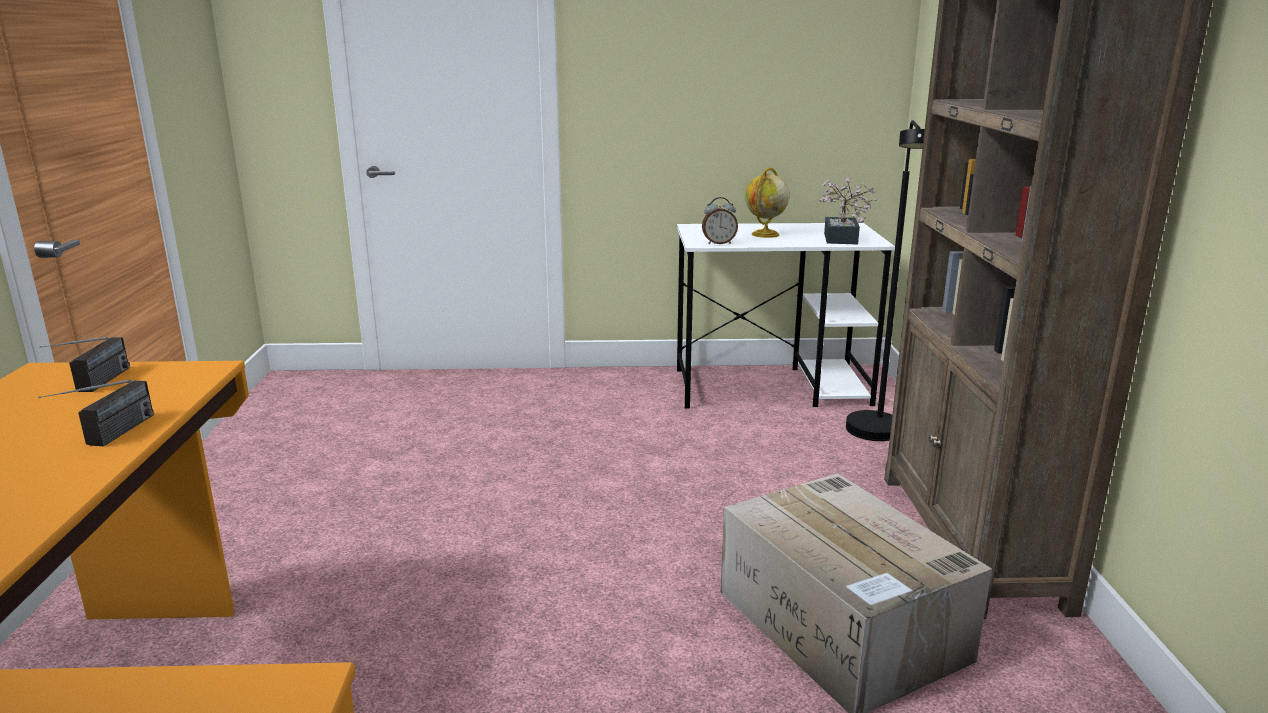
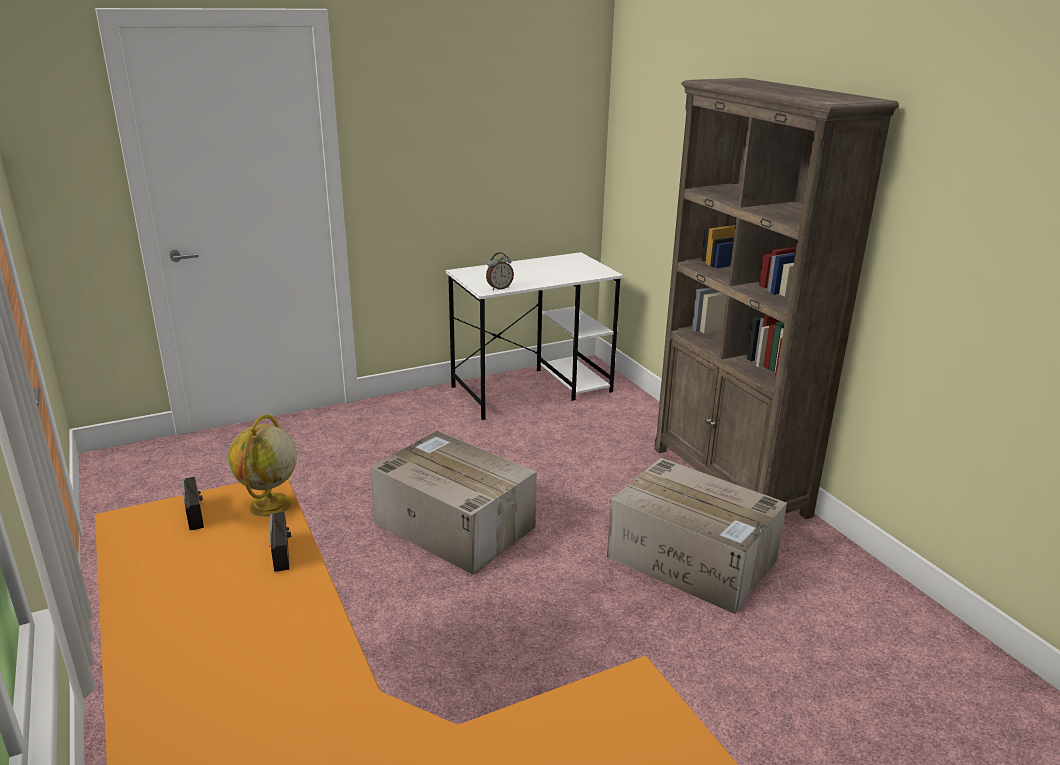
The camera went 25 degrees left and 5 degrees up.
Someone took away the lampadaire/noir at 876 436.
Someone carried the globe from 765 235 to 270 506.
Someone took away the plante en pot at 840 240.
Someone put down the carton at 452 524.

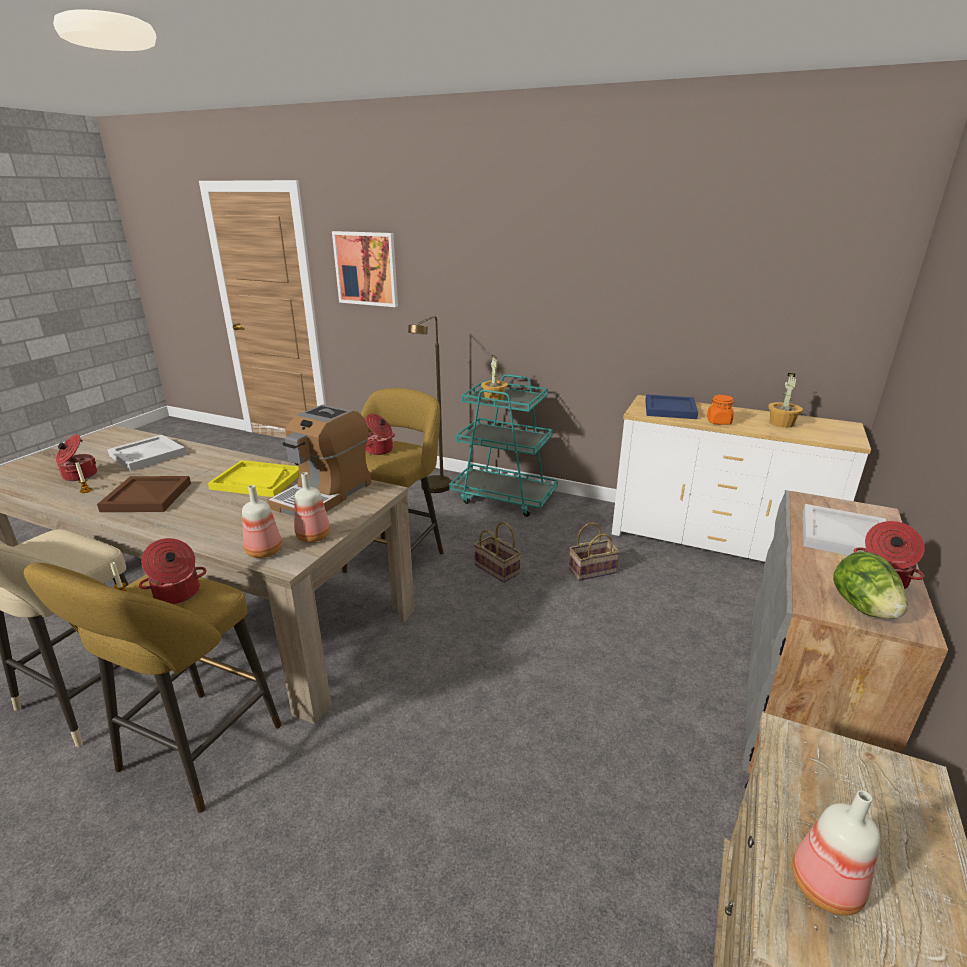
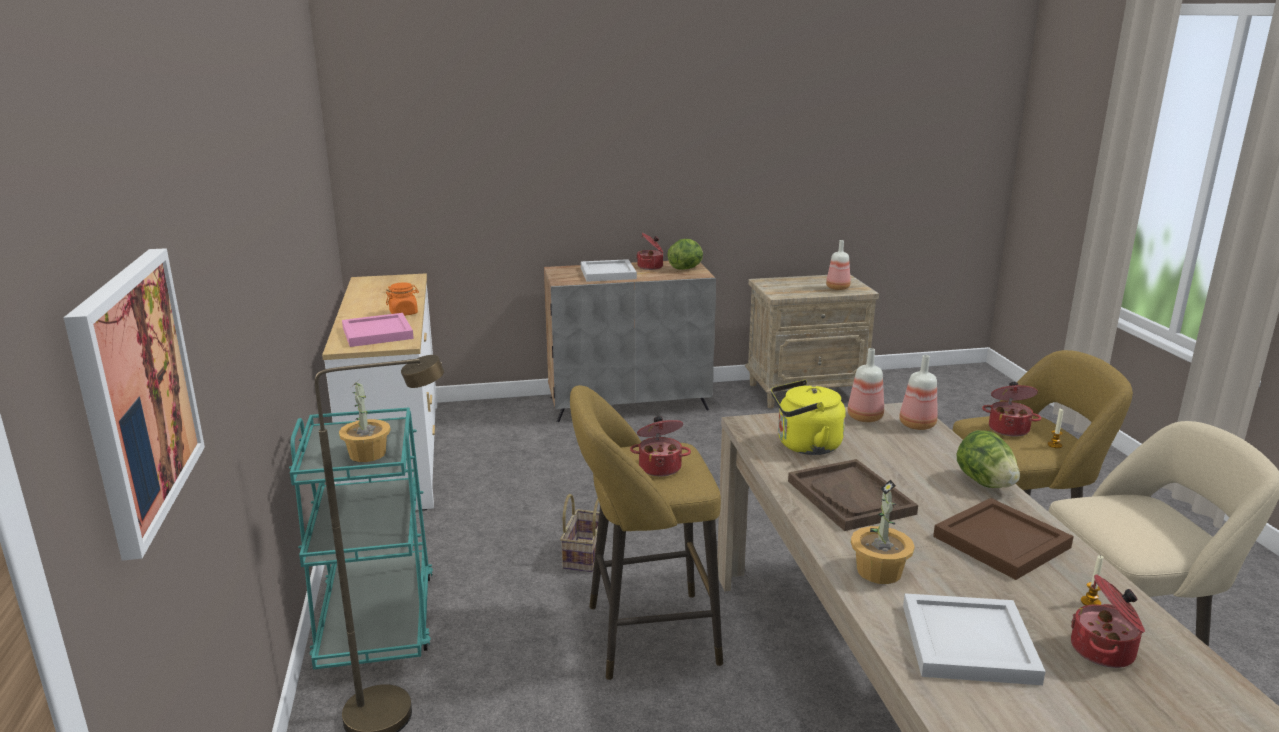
The camera went 125 degrees left and 5 degrees down.
Someone carried the plante en pot from 781 423 to 880 571.
Someone repainted the plateau/bleu at 671 409, which became the plateau/rose at 376 333.
Someone swapped the machine à café at 324 495 for the bouilloire/jaune at 805 446.
Someone repainted the plateau/jaune at 257 481, which became the plateau/marron at 850 497.
Someone took away the panier at 593 570.
Someone put down the laitue at 984 483.

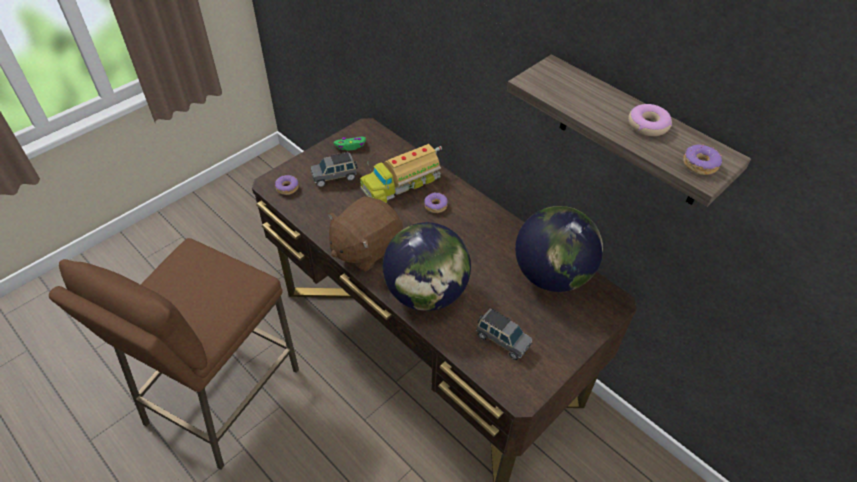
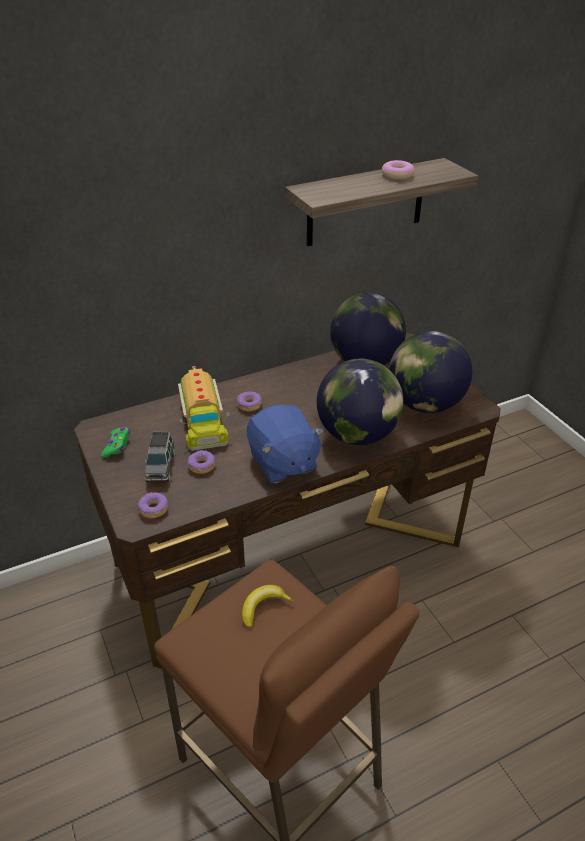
The camera went 70 degrees left and 10 degrees down.
Someone carried the beignet from 699 164 to 201 466.
Someone repainted the peluche/marron at 365 248, which became the peluche/bleu at 282 463.
Someone swapped the petite voiture/gris at 502 340 for the globe at 424 404.
Someone put down the banane at 263 607.

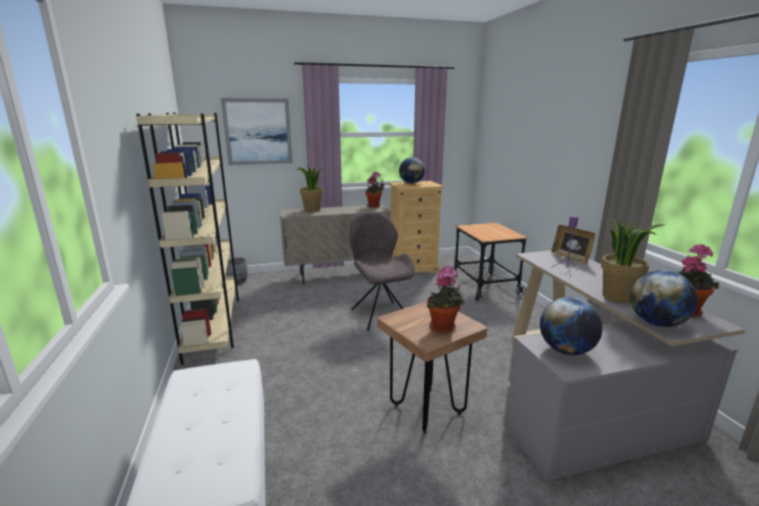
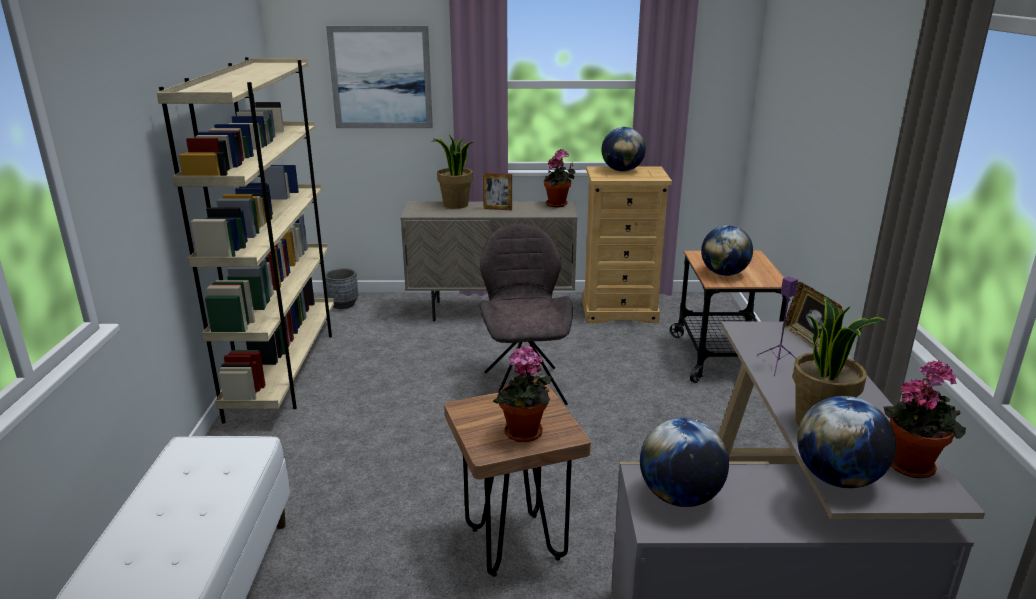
The camera went 15 degrees right and 5 degrees up.
Someone put down the cadre photo at 497 209.
Someone put down the globe at 724 273.

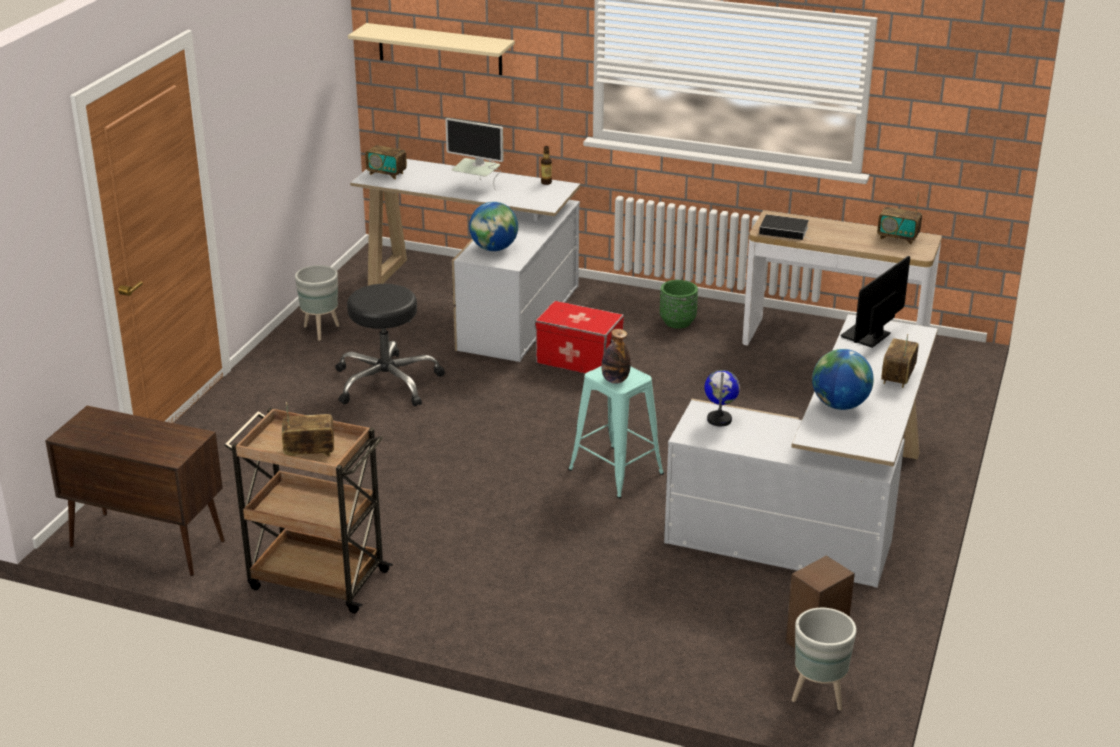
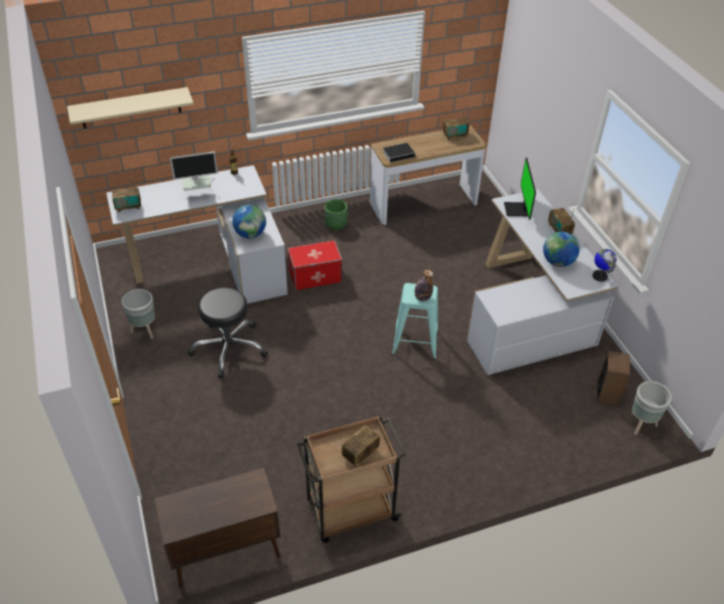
The camera went 40 degrees left and 15 degrees up.
Someone carried the globe from 719 419 to 599 276.

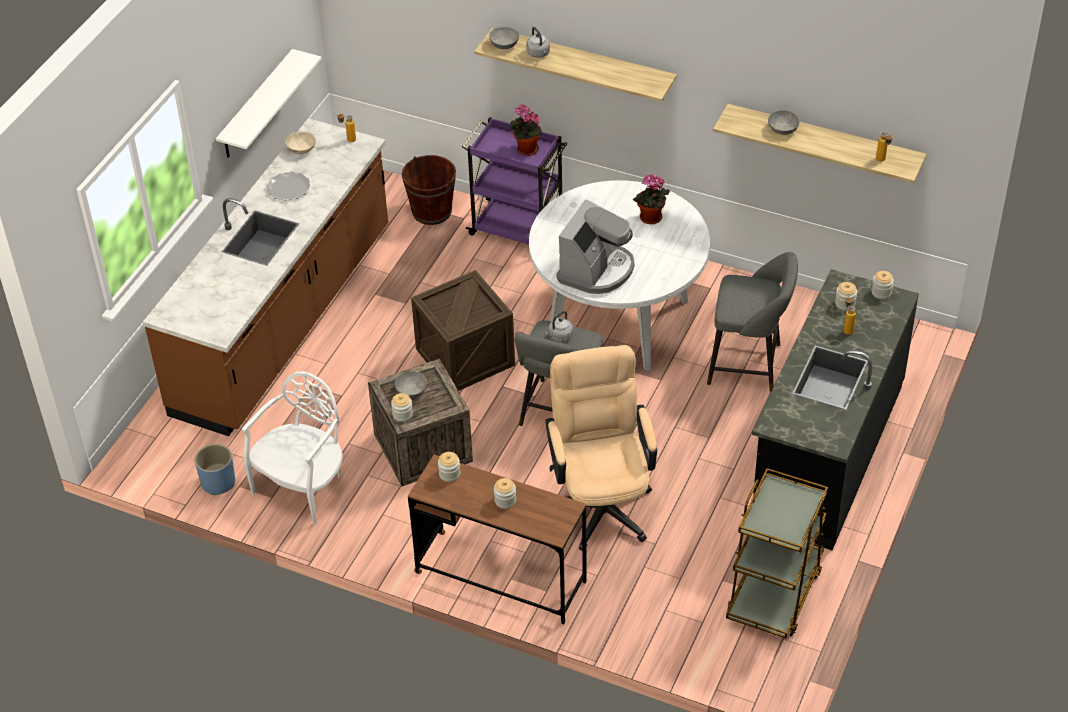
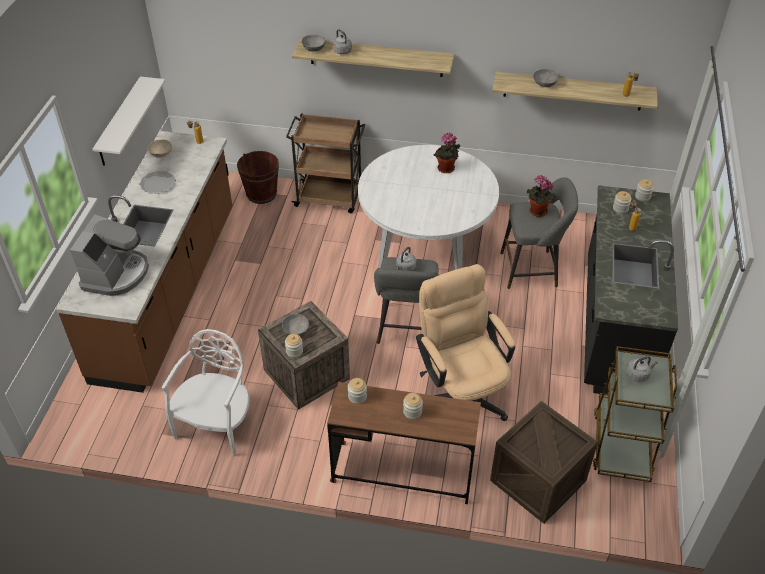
The camera went 15 degrees left and 0 degrees up.
Someone carried the plante en pot from 525 150 to 537 212.
Someone repainted the chariot/violet at 518 230, which became the chariot/marron at 329 198.
Someone carried the machine à café from 597 270 to 116 274.
Someone carried the caisse from 465 357 to 538 480.
Someone took away the cache-pot/bleu at 218 482.
Someone put down the bouilloire/gris at 638 374.

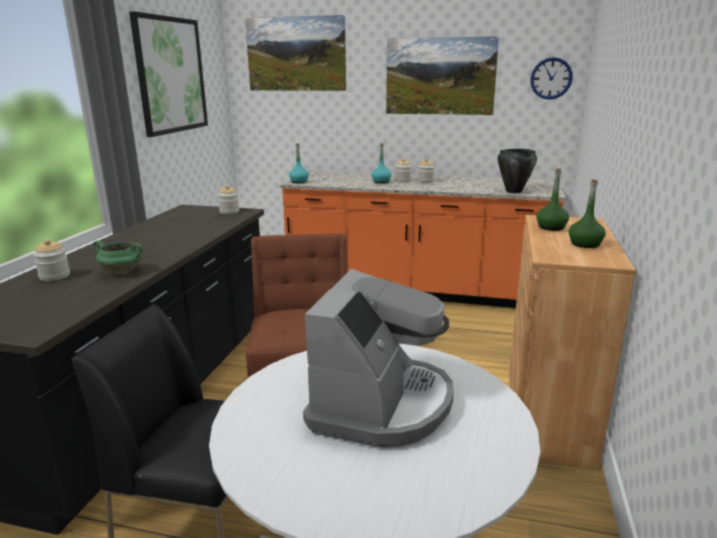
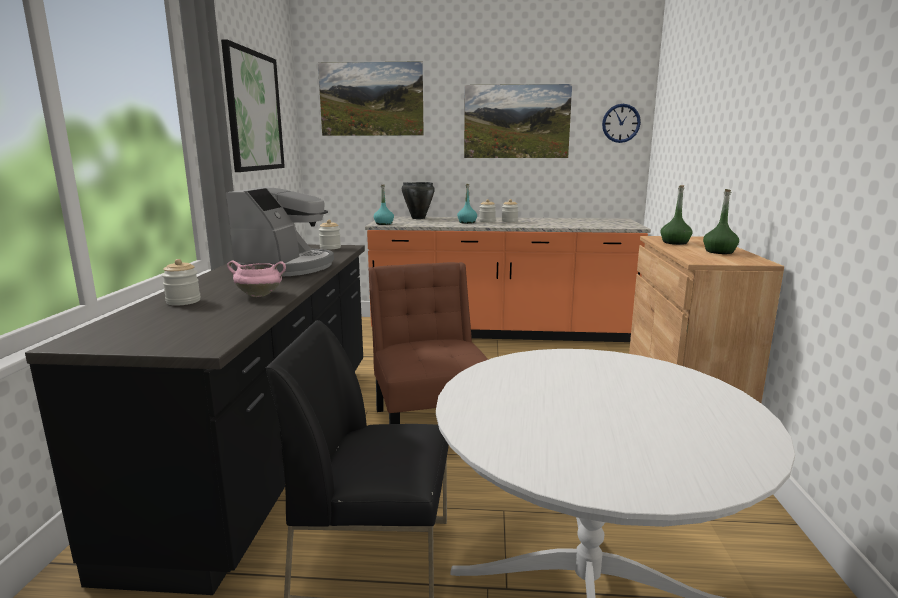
The camera went 10 degrees left and 5 degrees down.
Someone carried the marmite/noir from 513 191 to 418 218.
Someone repainted the marmite/vert at 123 272, which became the marmite/rose at 260 295.
Someone carried the machine à café from 381 404 to 286 267.

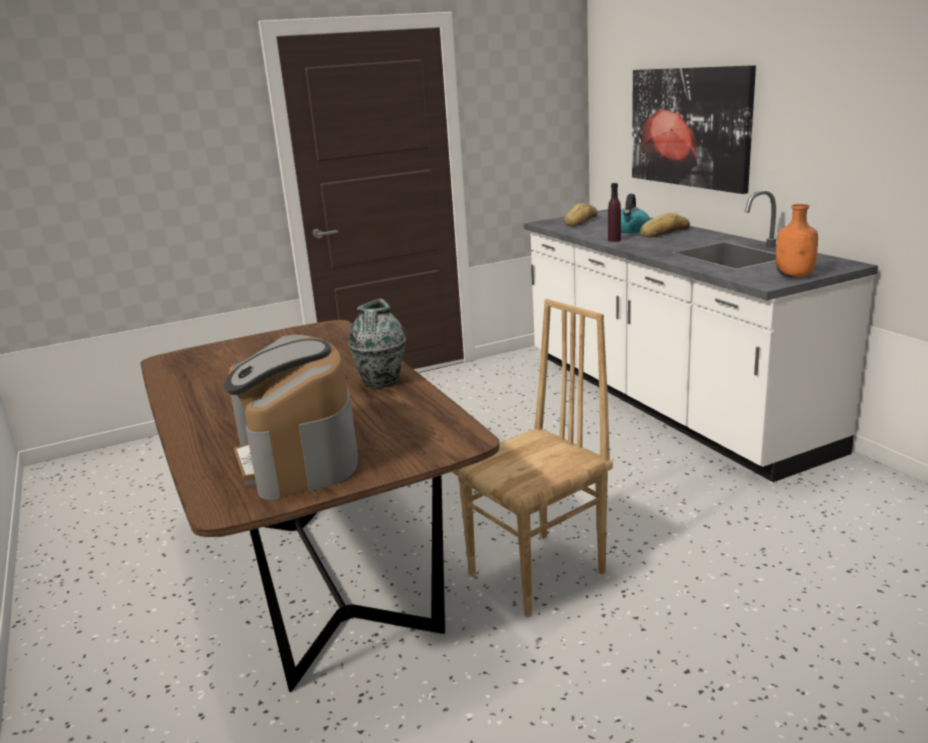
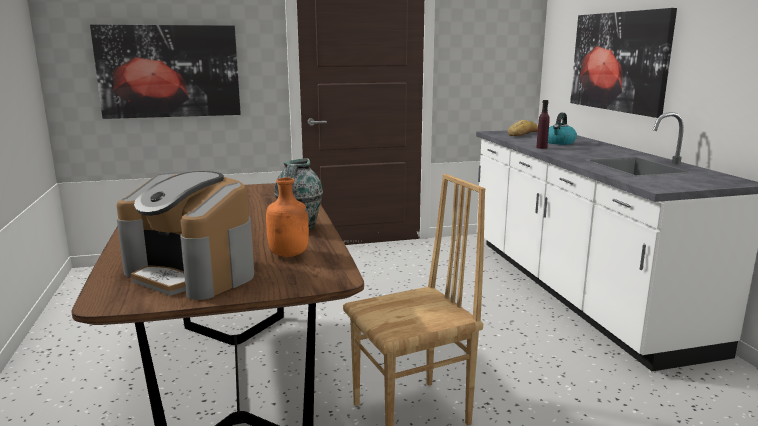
The camera went 10 degrees right and 5 degrees down.
Someone carried the bouteille/orange from 795 276 to 289 254.
Someone took away the pain at 663 232.
Someone rotated the machine à café at 298 458 by 45 degrees counterclockwise.
Someone put up the tableau at 169 71.

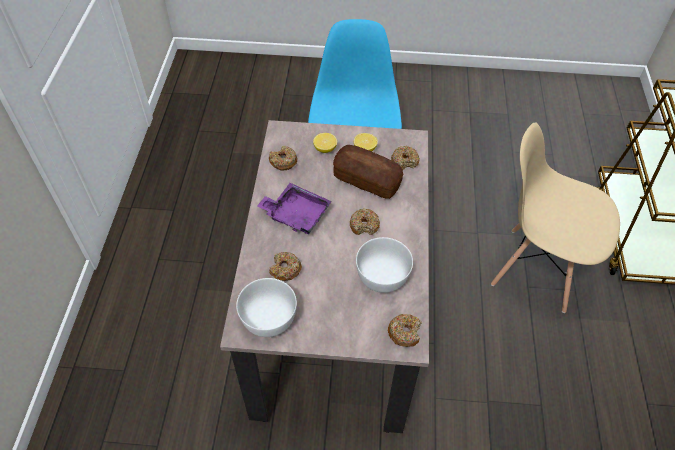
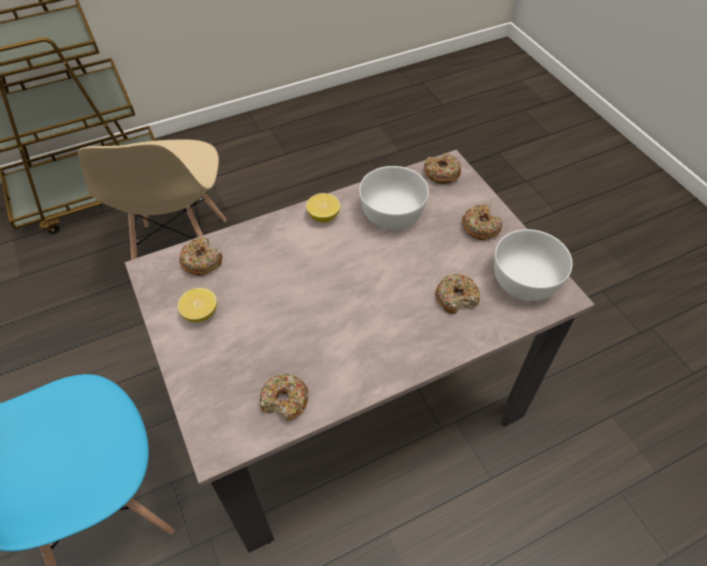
The camera went 120 degrees left and 0 degrees up.
Someone carried the citron from 325 149 to 323 216.
Someone took away the pain at 367 180.
Someone took away the plateau/violet at 296 214.
Someone carried the beignet from 364 225 to 480 227.

